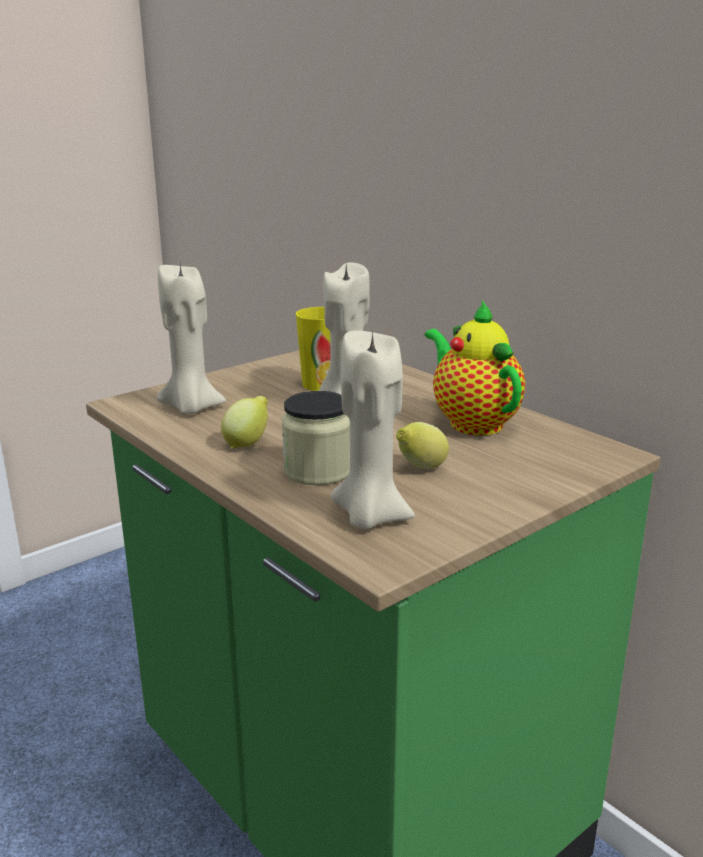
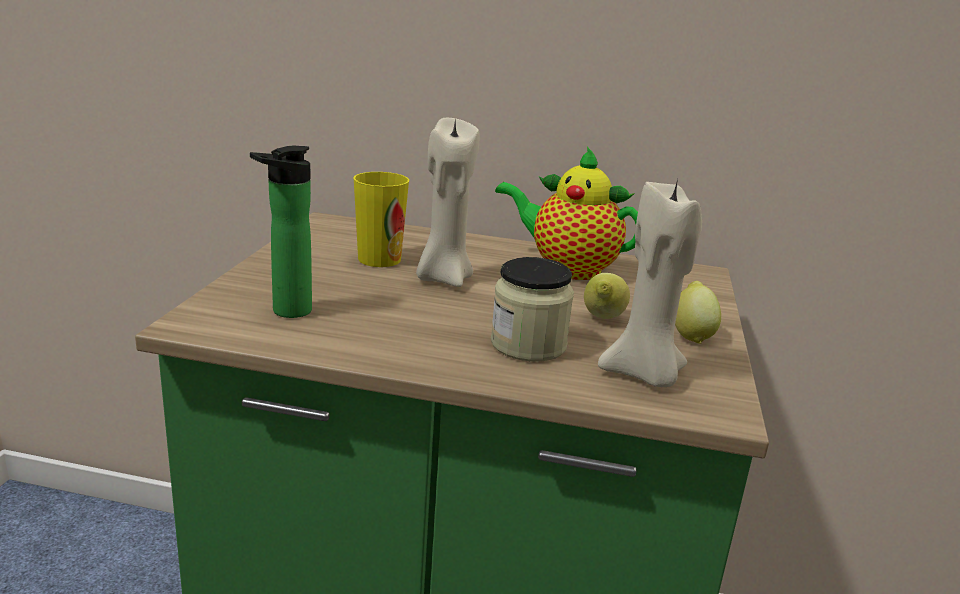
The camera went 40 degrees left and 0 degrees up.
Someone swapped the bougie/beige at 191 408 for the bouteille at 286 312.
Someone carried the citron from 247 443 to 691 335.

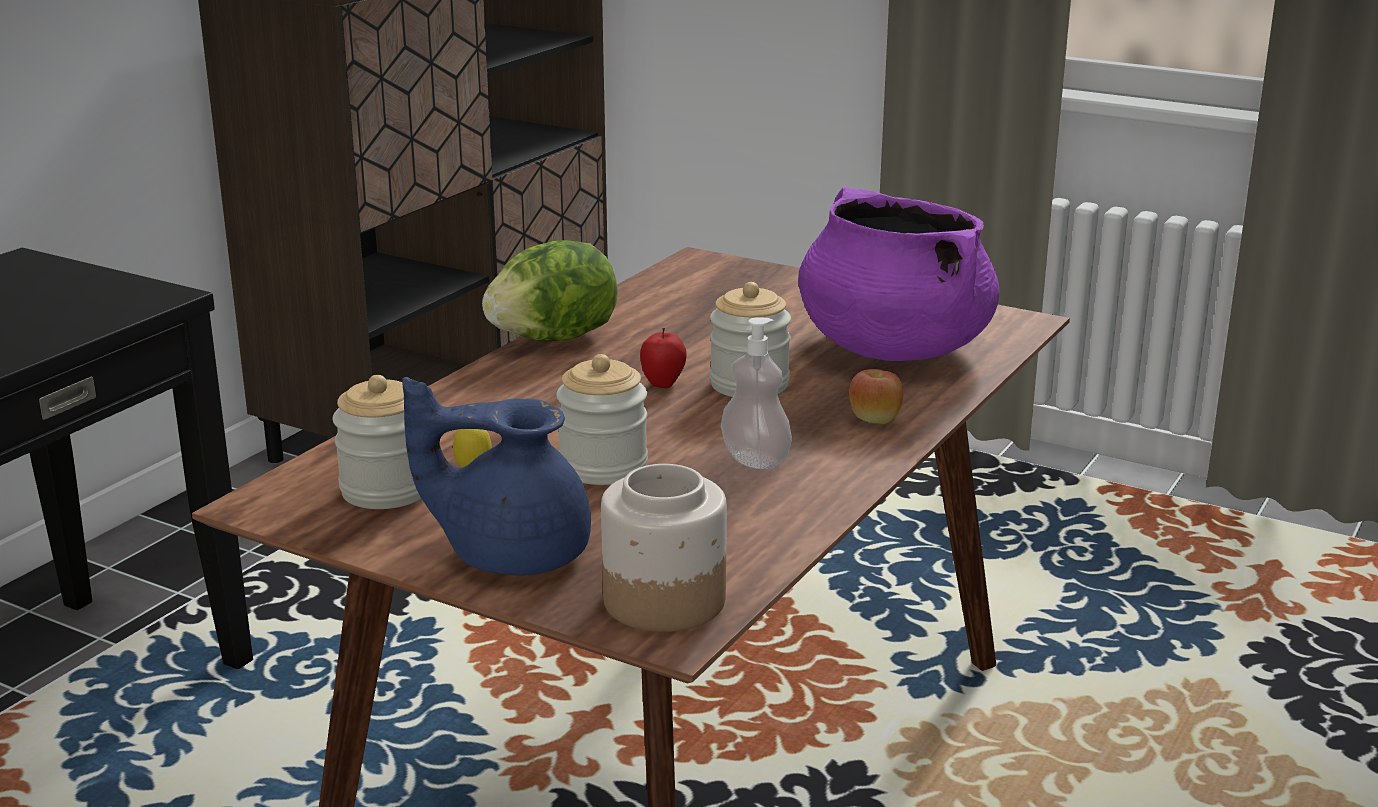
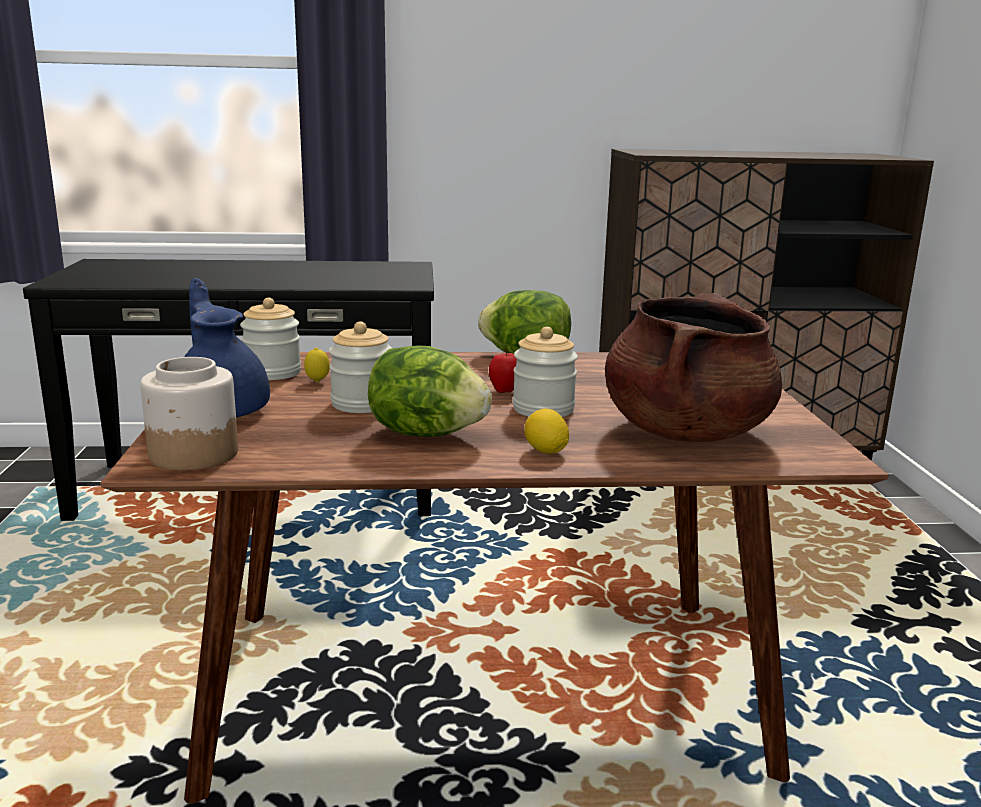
The camera went 55 degrees right and 5 degrees down.
Someone repainted the marmite/violet at 892 348, which became the marmite/marron at 686 431.
Someone swapped the distributeur de savon at 755 460 for the laitue at 426 434.
Someone swapped the pomme at 874 420 for the citron at 545 451.

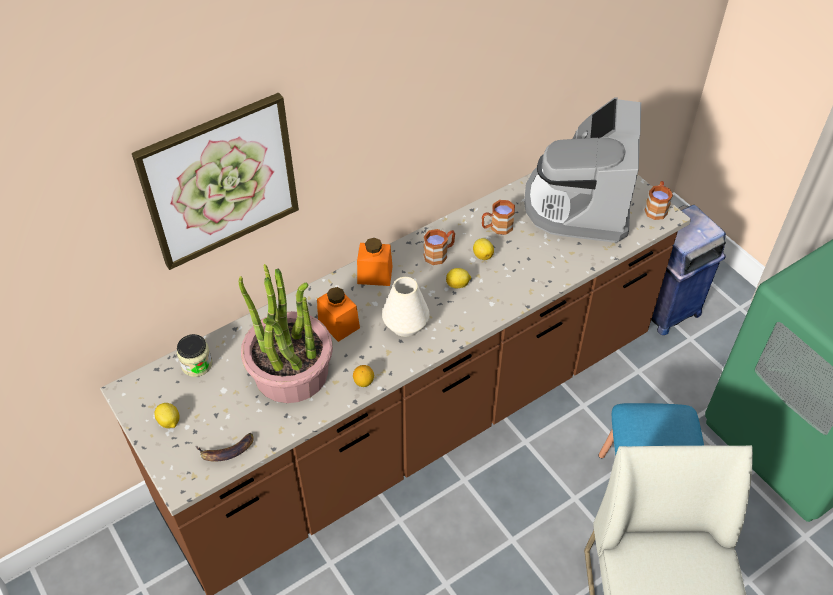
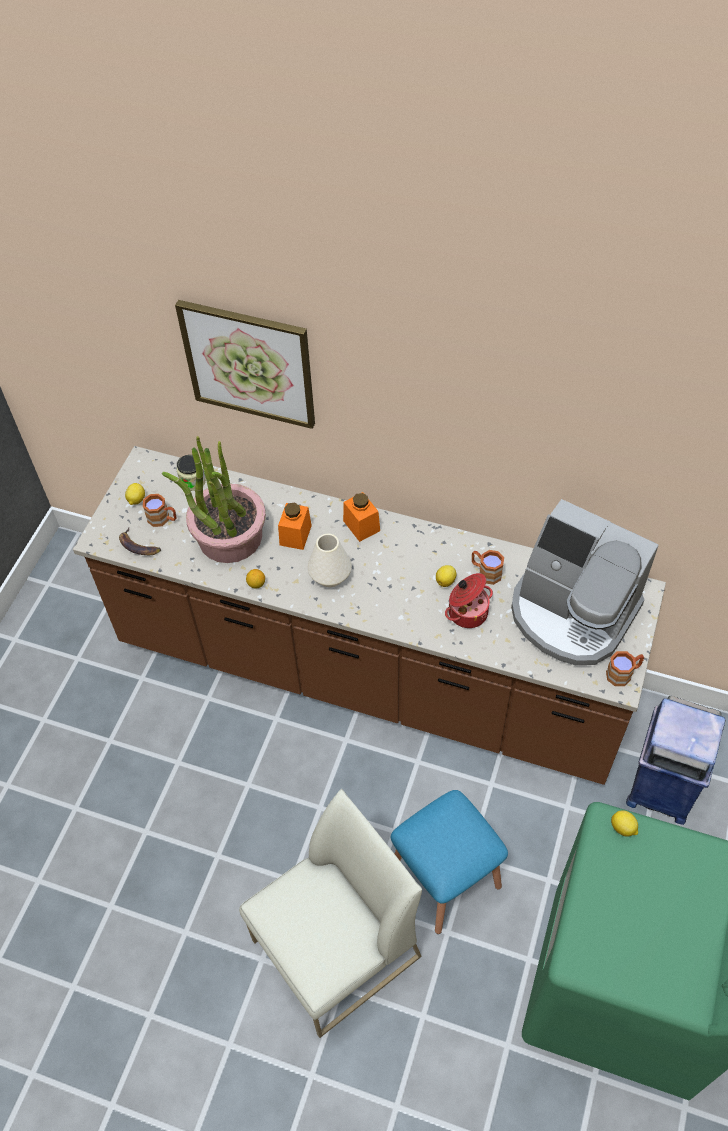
The camera went 55 degrees right and 5 degrees up.
Someone rotated the machine à café at 579 202 by 120 degrees counterclockwise.
Someone carried the mug/marron from 439 253 to 163 519.
Someone carried the citron from 458 285 to 623 828.
Someone put down the marmite at 467 611.

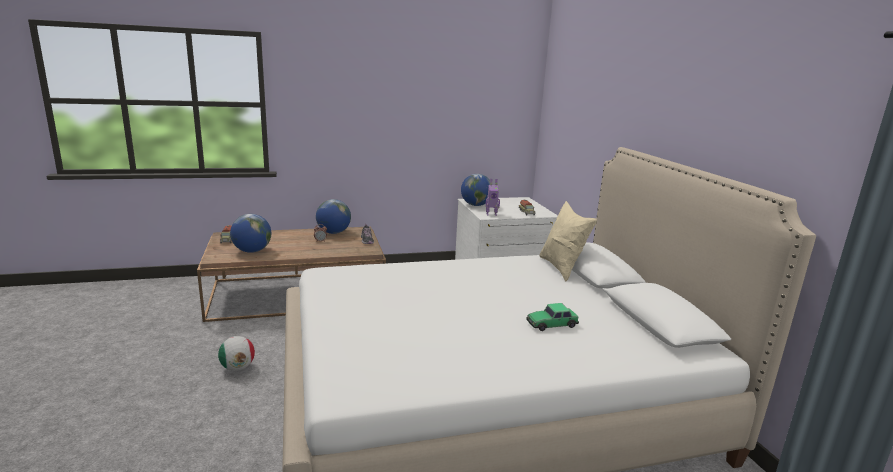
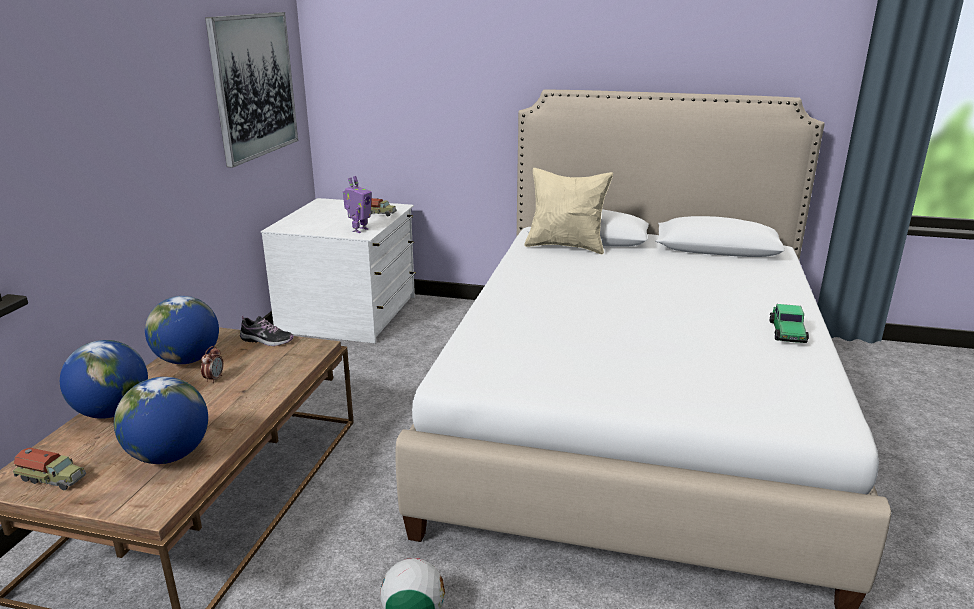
The camera went 60 degrees left and 5 degrees up.
Someone carried the globe from 476 205 to 112 412.
Someone carried the petite voiture from 551 324 to 787 332.
Someone put up the tableau at 254 86.

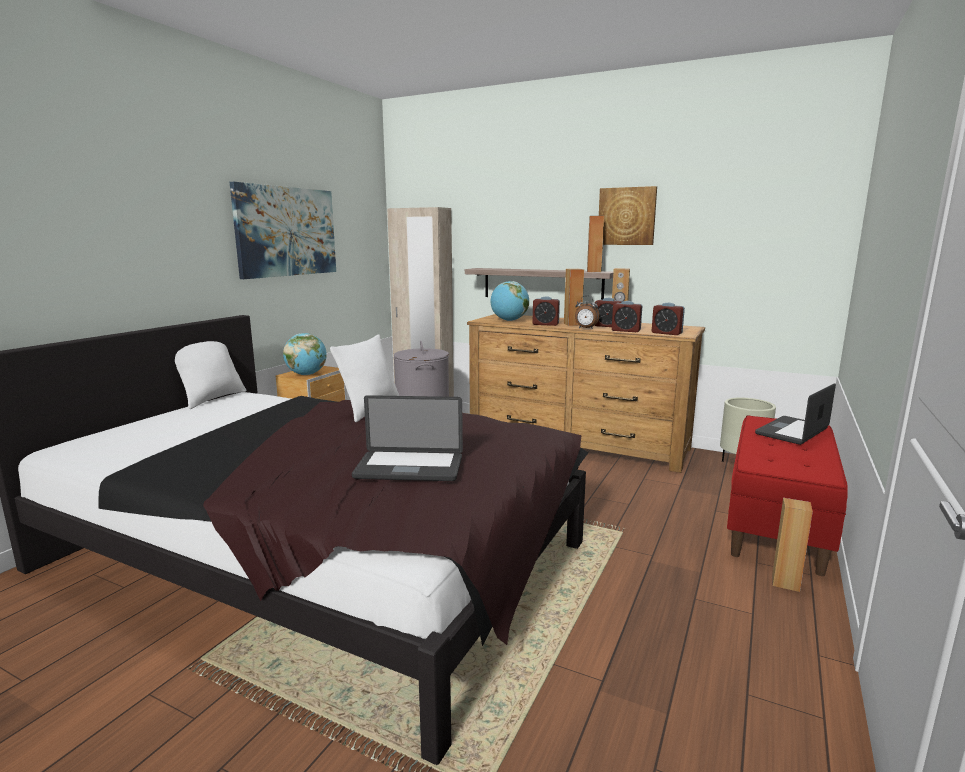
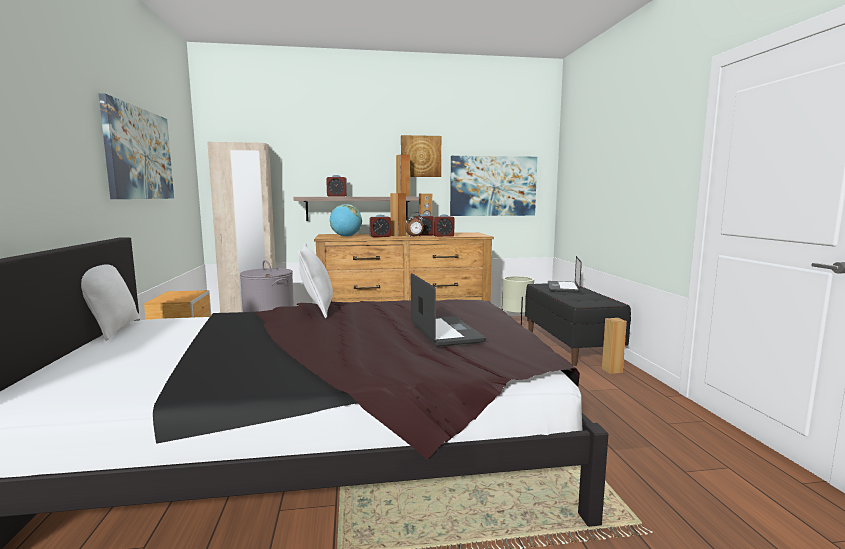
The camera went 35 degrees left and 5 degrees down.
Someone carried the réveil from 666 333 to 337 196.
Someone took away the globe at 306 374.
Someone rotated the ordinateur portable at 409 468 by 75 degrees counterclockwise.
Someone repainted the banc/rouge at 777 524, which became the banc/noir at 570 345.
Someone put up the tableau at 493 186.

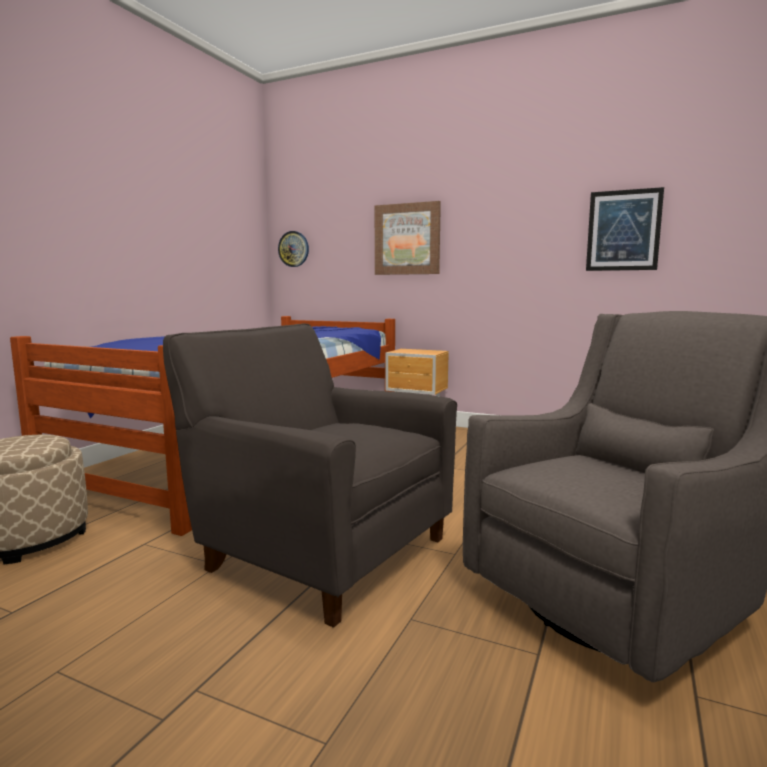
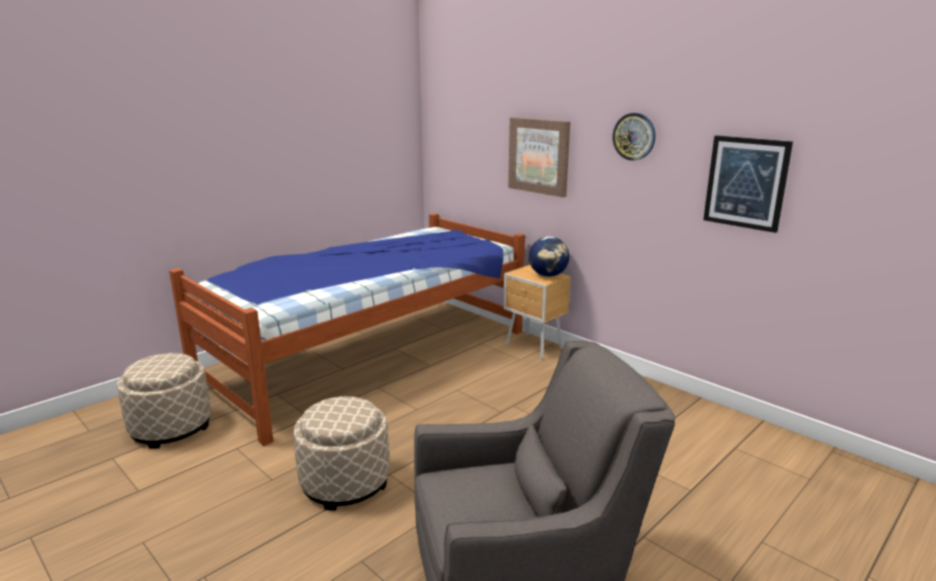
The camera went 20 degrees right and 10 degrees up.
Someone carried the horloge murale from 294 249 to 634 136.
Someone swapped the fauteuil/gris at 319 550 for the pouf/beige at 345 482.
Someone put down the globe at 548 275.

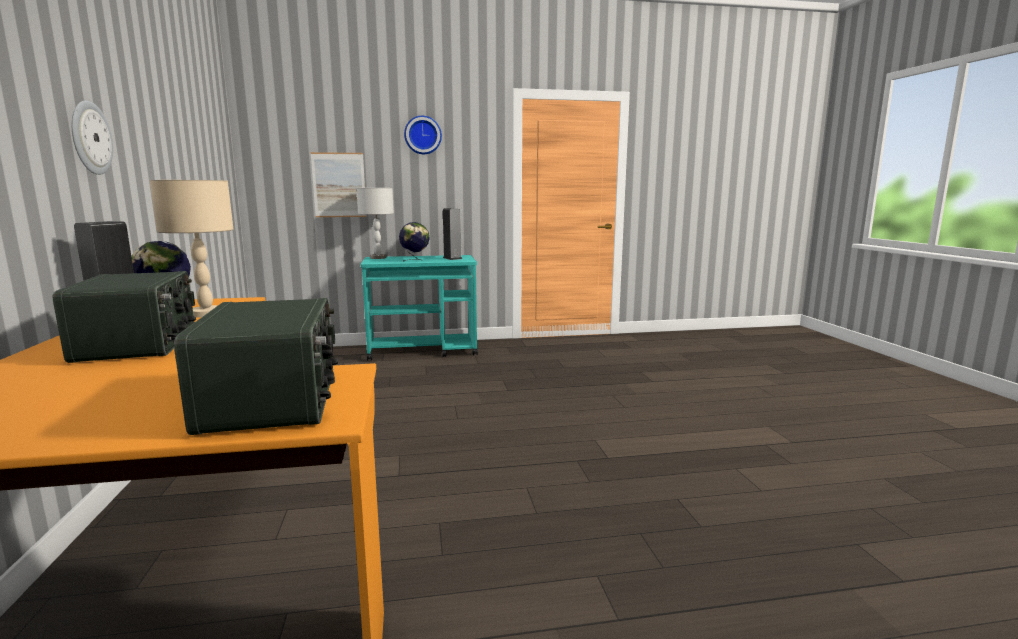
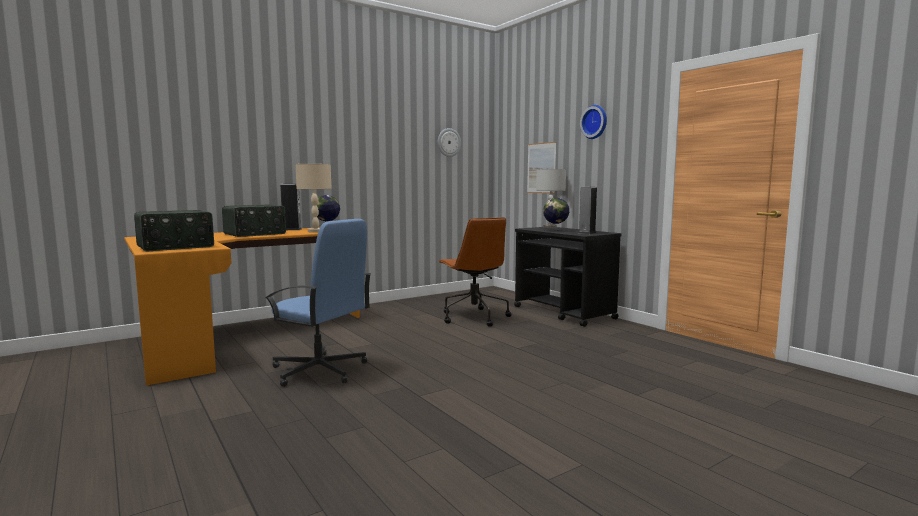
The camera went 65 degrees right and 5 degrees down.
Someone carried the horloge murale from 90 138 to 448 142.
Someone repainted the chariot/turquoise at 423 350, which became the chariot/noir at 564 313.
Someone put down the chaise de bureau/marron at 473 317.
Someone put down the chaise de bureau/bleu at 320 370.

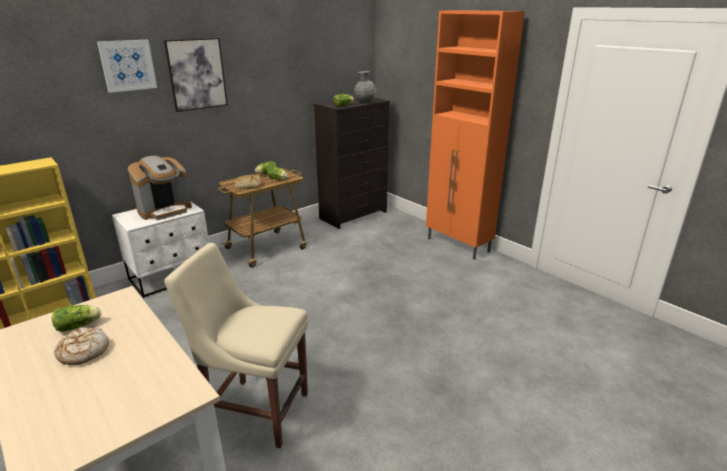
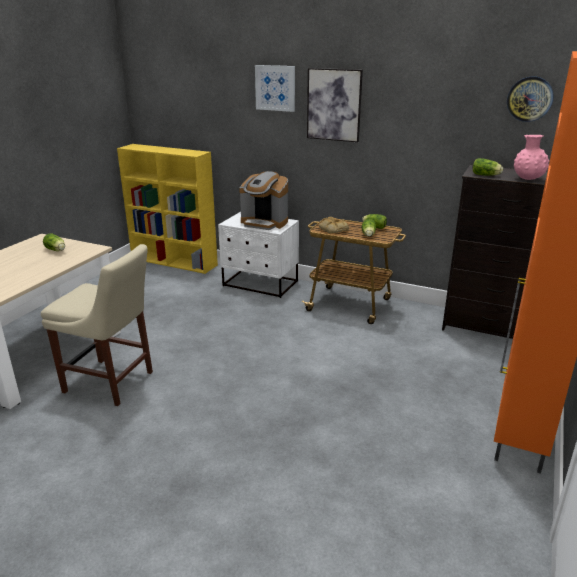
The camera went 65 degrees right and 0 degrees up.
Someone repainted the vase/gris at 364 102, which became the vase/rose at 528 179.
Someone rotated the chaise/beige at 255 410 by 120 degrees clockwise.
Someone took away the pain at 83 352.
Someone put up the horloge murale at 529 99.

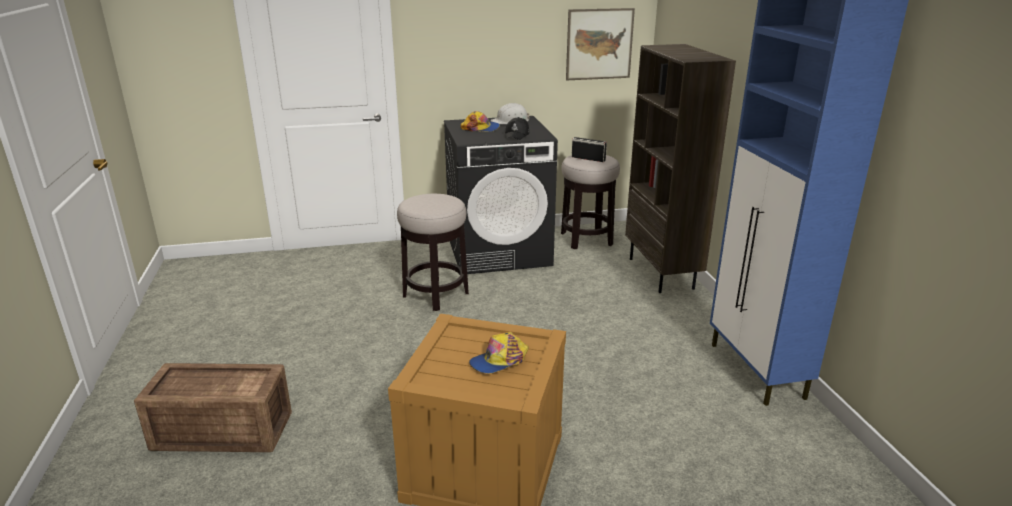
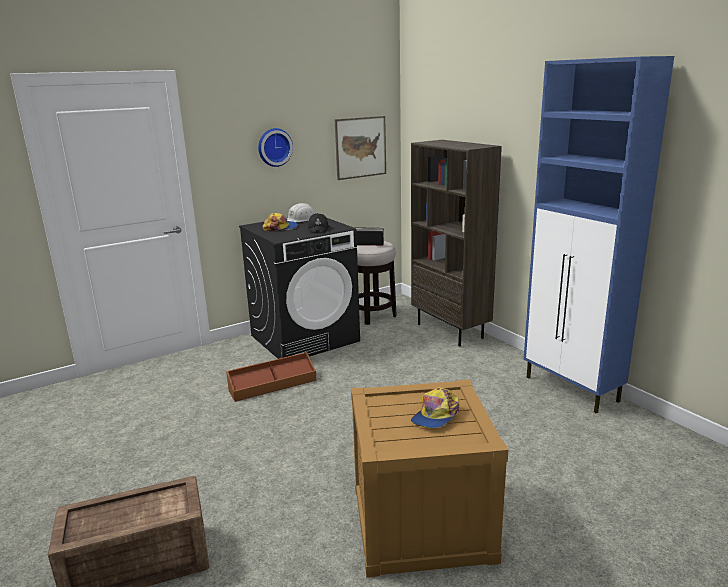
The camera went 20 degrees left and 5 degrees down.
Someone swapped the tabouret at 436 294 for the boîte de rangement/marron at 272 385.
Someone put up the horloge murale at 274 147.

